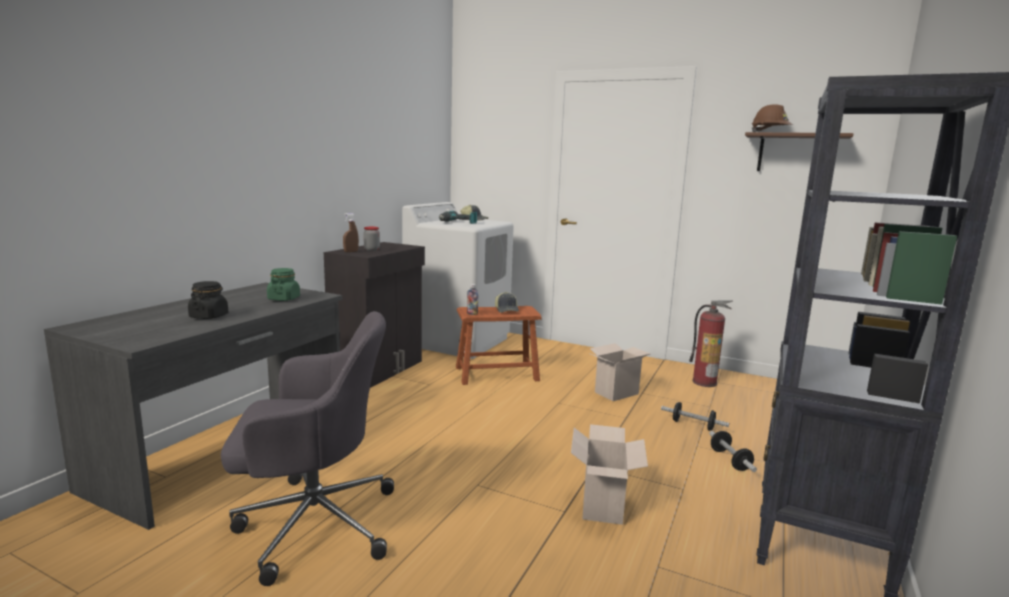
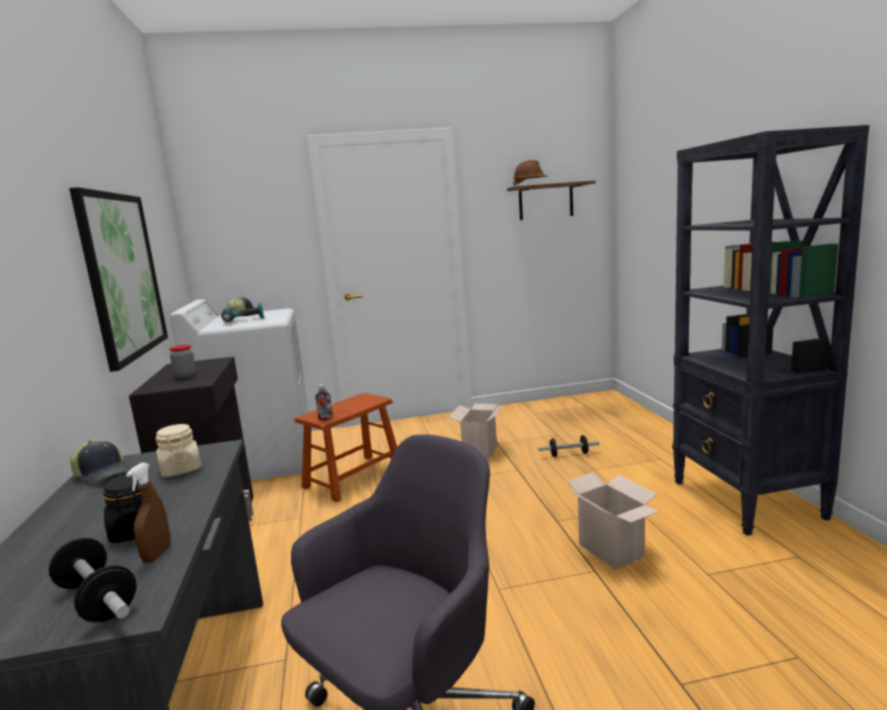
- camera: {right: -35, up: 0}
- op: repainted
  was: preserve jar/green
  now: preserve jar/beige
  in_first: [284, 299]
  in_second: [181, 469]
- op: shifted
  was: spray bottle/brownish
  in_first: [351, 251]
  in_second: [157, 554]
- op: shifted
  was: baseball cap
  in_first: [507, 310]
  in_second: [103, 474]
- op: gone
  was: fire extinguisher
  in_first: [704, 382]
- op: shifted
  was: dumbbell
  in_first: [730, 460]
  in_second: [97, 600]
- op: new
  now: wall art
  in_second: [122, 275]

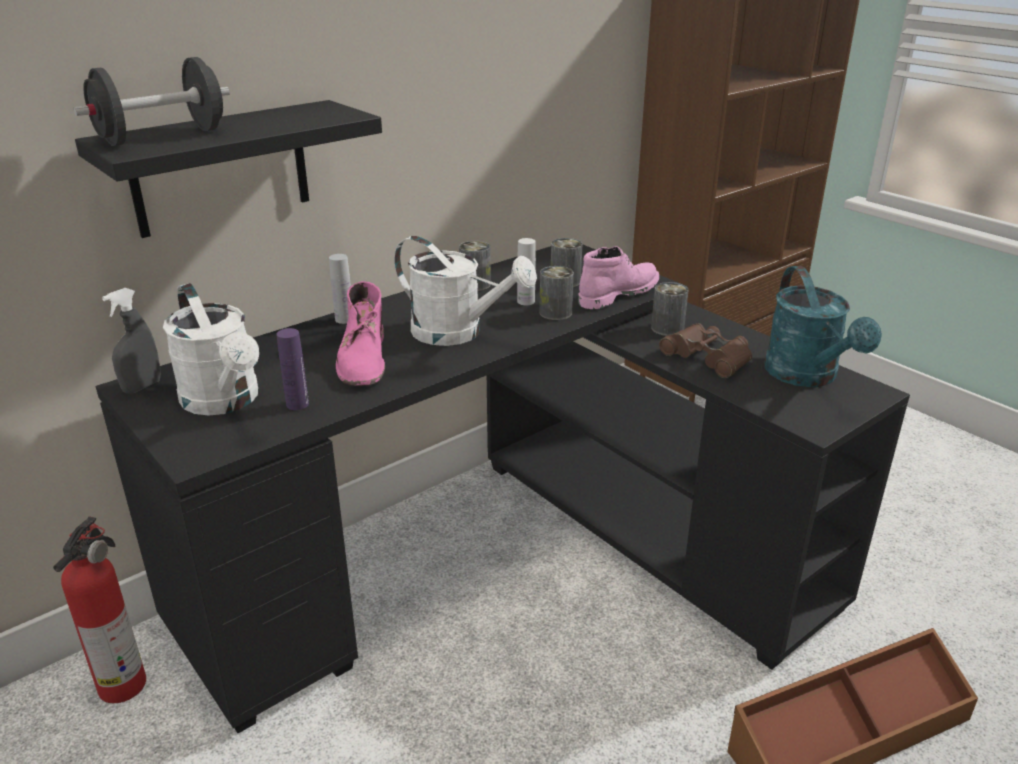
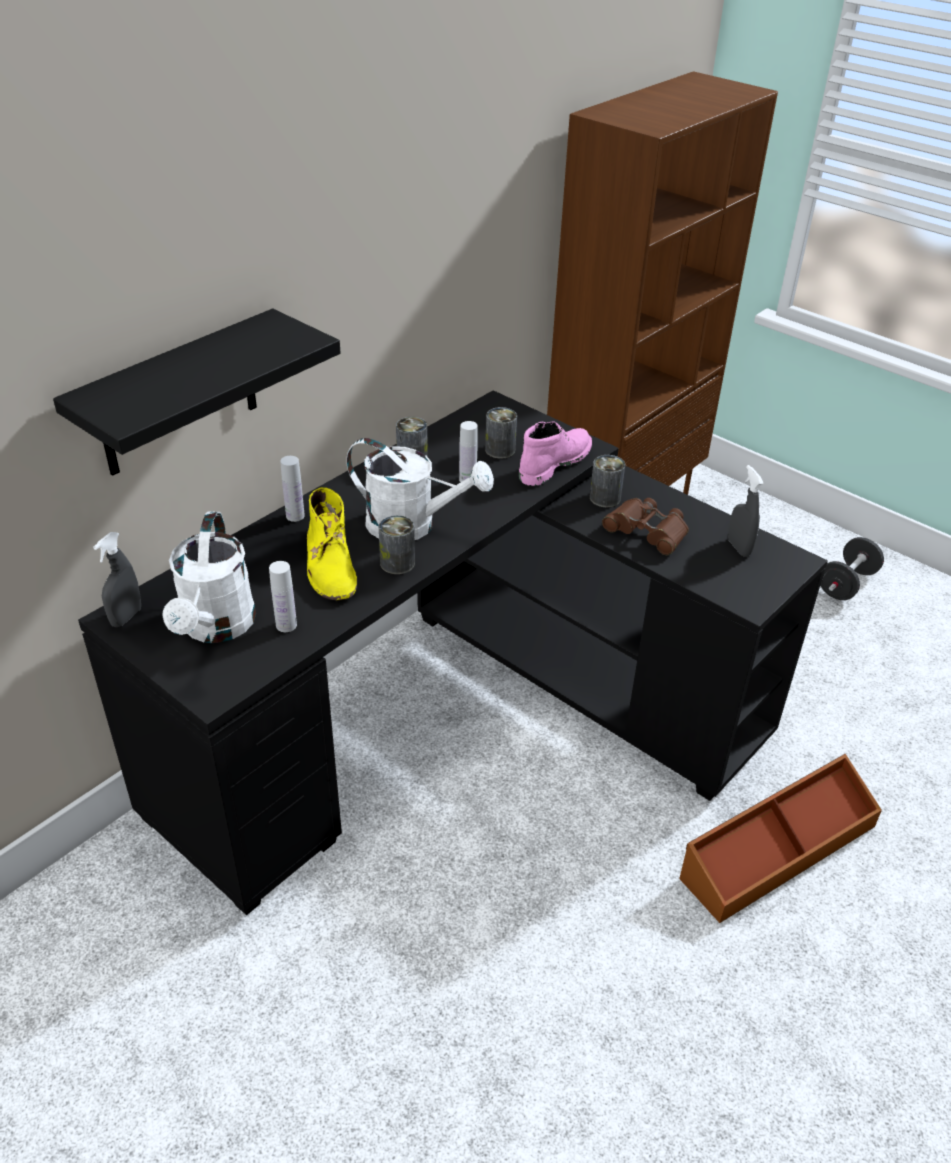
- camera: {right: -10, up: 10}
- op: gone
  was: fire extinguisher
  in_first: [124, 682]
- op: shifted
  was: dumbbell/black
  in_first: [162, 137]
  in_second: [846, 584]
- op: rotated
  was: sprinkling can/white-coloured
  in_first: [225, 402]
  in_second: [216, 628]
  clockwise: 45
- op: repainted
  was: bottle/purple
  now: bottle/white-coloured
  in_first: [297, 404]
  in_second: [286, 625]
- op: repainted
  was: boot/pink
  now: boot/yellow
  in_first: [363, 359]
  in_second: [330, 565]
- op: shifted
  was: metal can
  in_first: [555, 313]
  in_second: [397, 563]
- op: swapped
  was: sprinkling can/blue-green
  now: spray bottle/grey
  in_first: [807, 376]
  in_second: [738, 547]

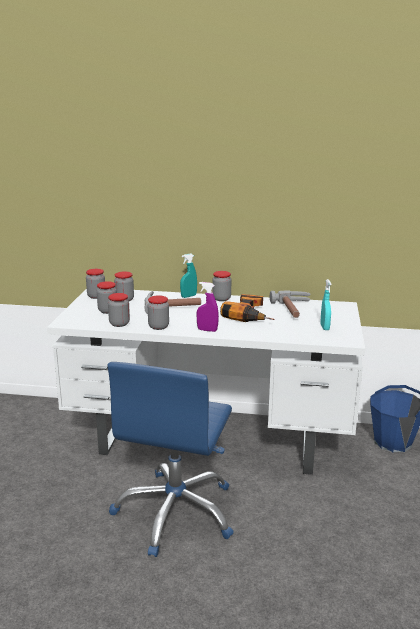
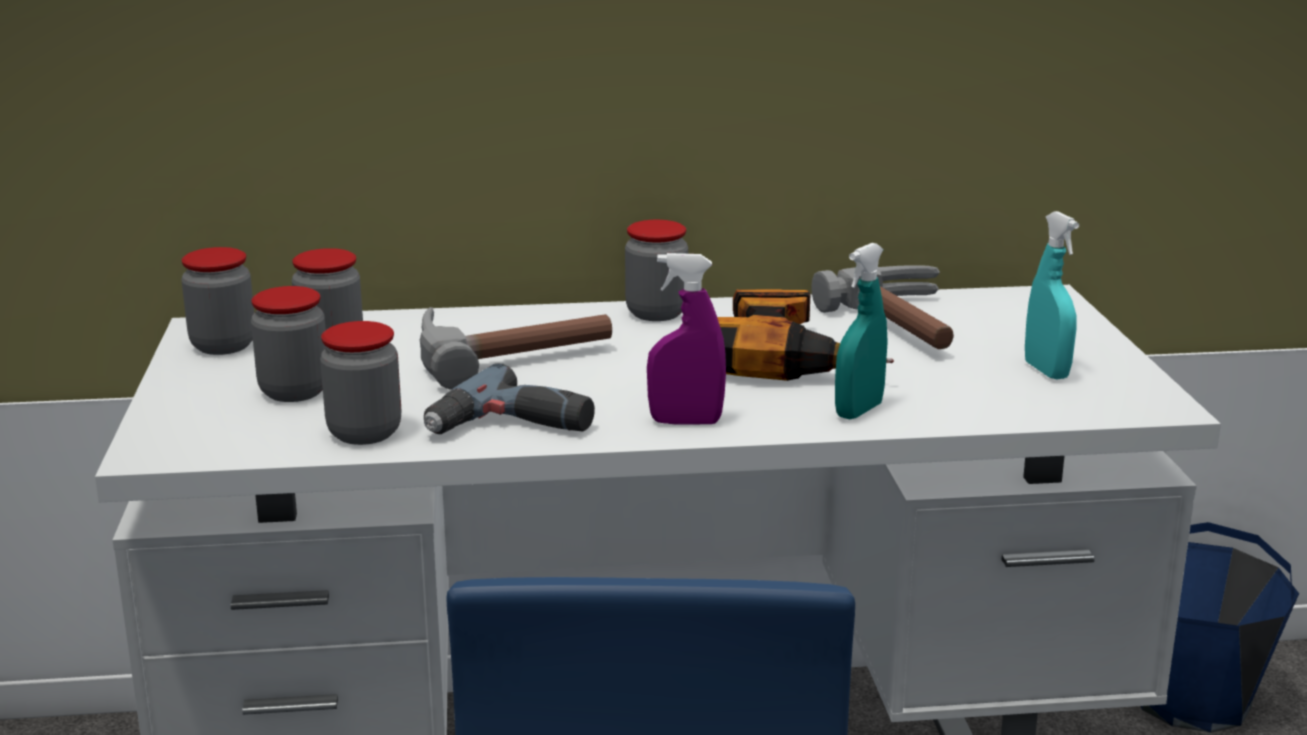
- camera: {right: -15, up: 0}
- op: swapped
  was: preserve jar
  now: drill
  in_first: [158, 326]
  in_second: [511, 428]
- op: shifted
  was: spray bottle/blue-green
  in_first: [188, 296]
  in_second: [859, 411]

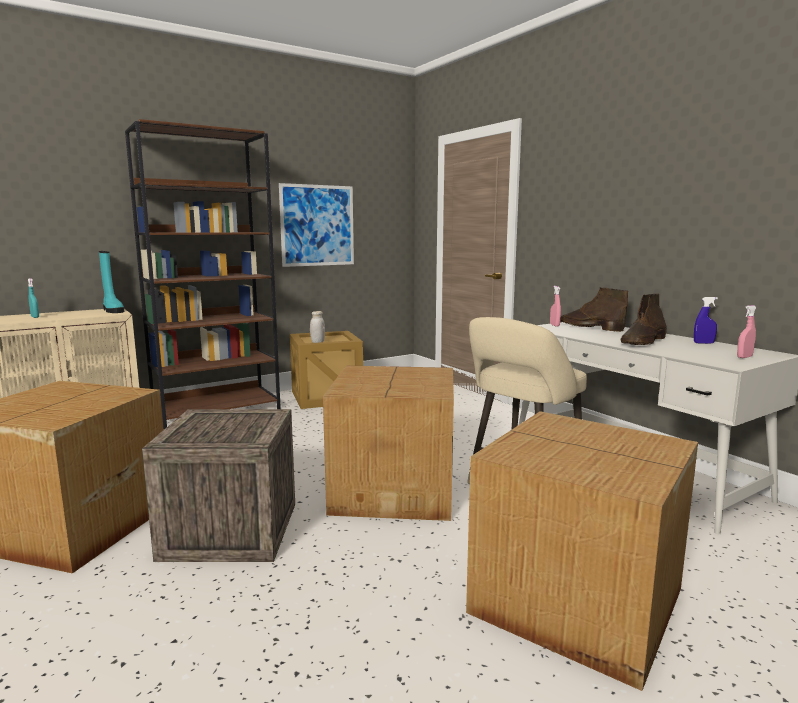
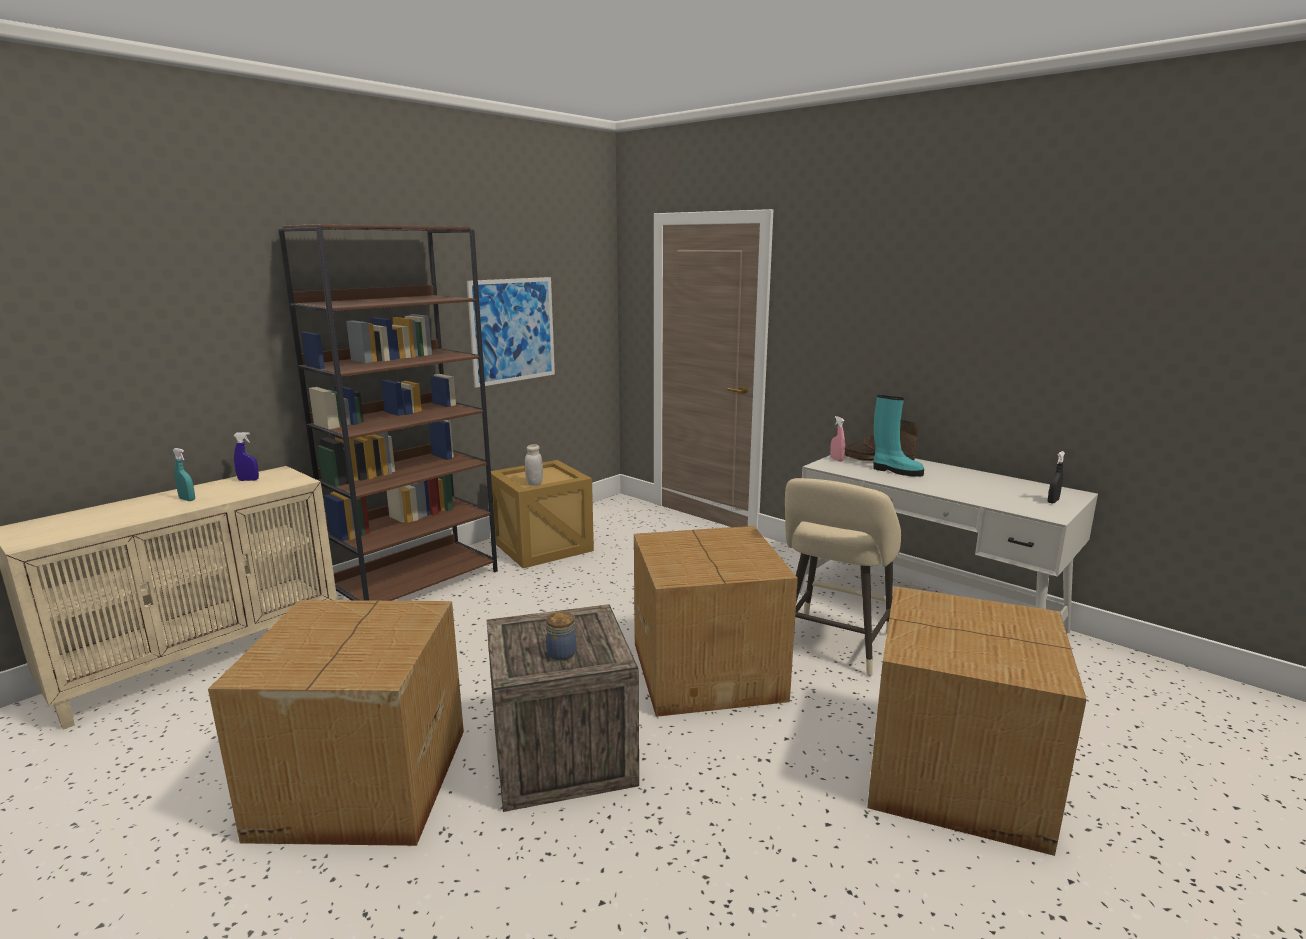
- camera: {right: -15, up: 5}
- op: shifted
  was: boot/blue-green
  in_first: [112, 310]
  in_second: [896, 471]
- op: gone
  was: boot/brownish
  in_first: [643, 342]
- op: shifted
  was: spray bottle/bluish
  in_first: [703, 343]
  in_second: [248, 480]
- op: repainted
  was: spray bottle/pink
  now: spray bottle/black
  in_first: [744, 357]
  in_second: [1053, 501]
- op: new
  now: preserve jar
  in_second: [562, 653]

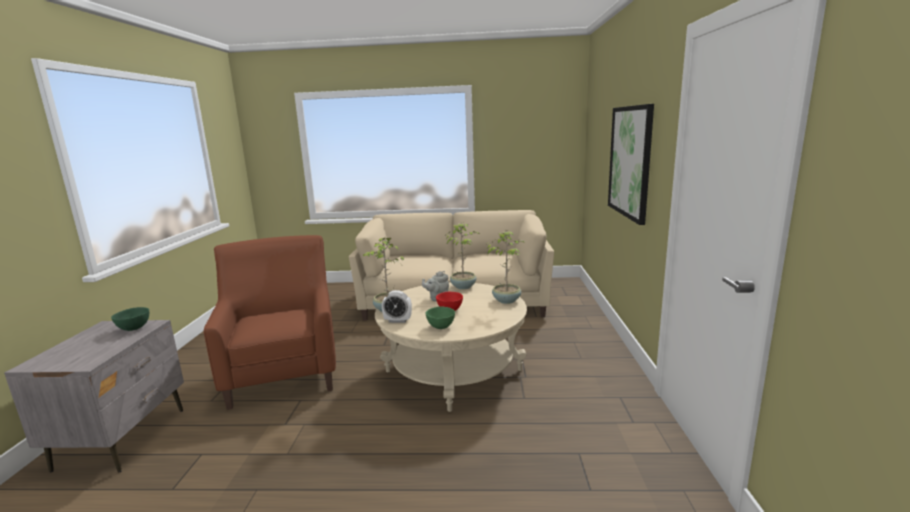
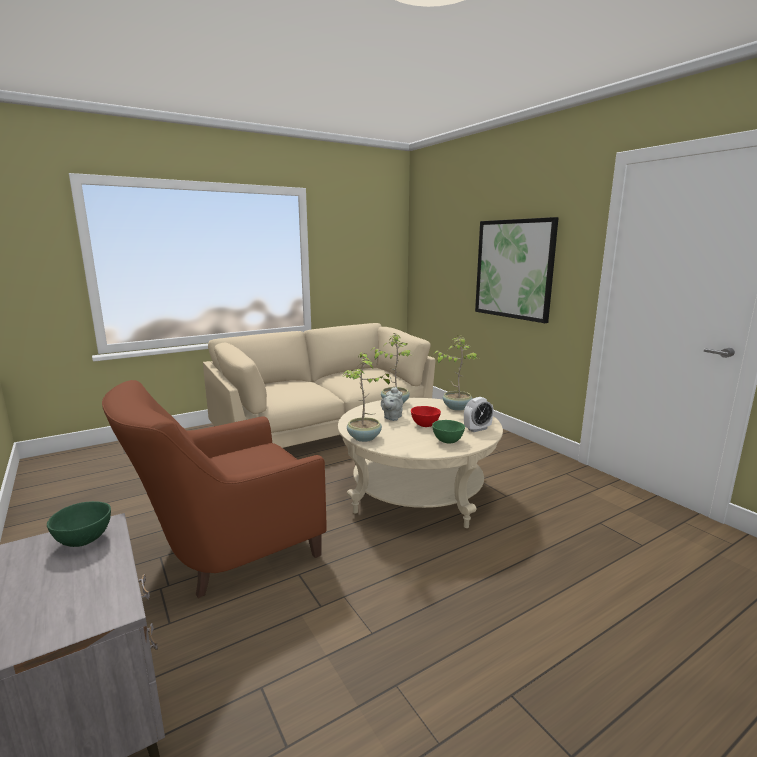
- camera: {right: -35, up: 0}
- op: rotated
  was: armchair/brownish
  in_first: [284, 370]
  in_second: [226, 551]
  clockwise: -75
- op: shifted
  was: bedside clock
  in_first: [398, 320]
  in_second: [477, 429]

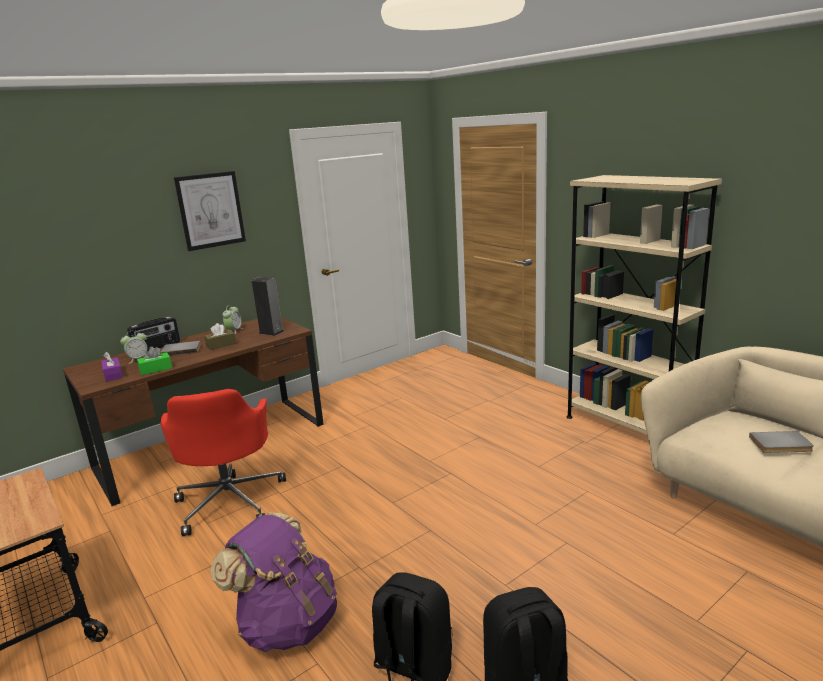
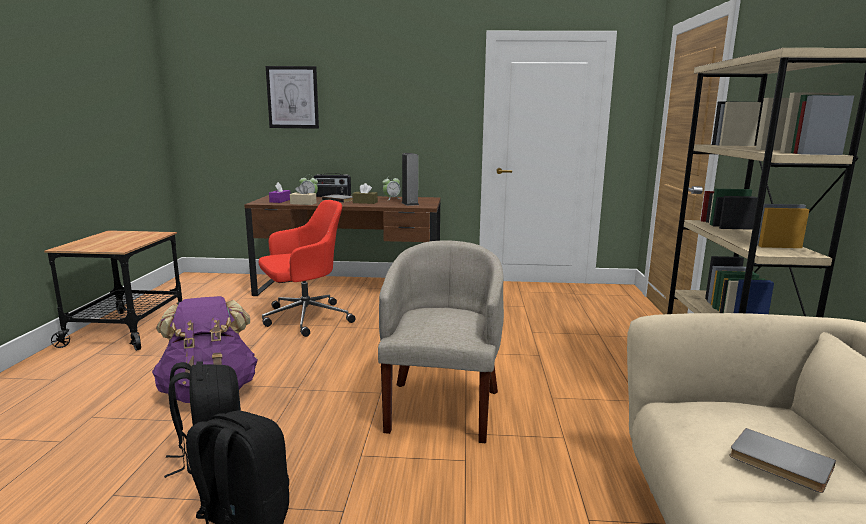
- camera: {right: 40, up: -5}
- op: repainted
  was: box of tissues/green
  now: box of tissues/beige
  in_first: [156, 369]
  in_second: [303, 203]
- op: rotated
  was: office chair/reddish
  in_first: [230, 501]
  in_second: [304, 318]
  clockwise: -150
- op: shifted
  was: wall art
  in_first: [210, 210]
  in_second: [293, 97]
- op: new
  now: armchair/beige
  in_second: [442, 407]

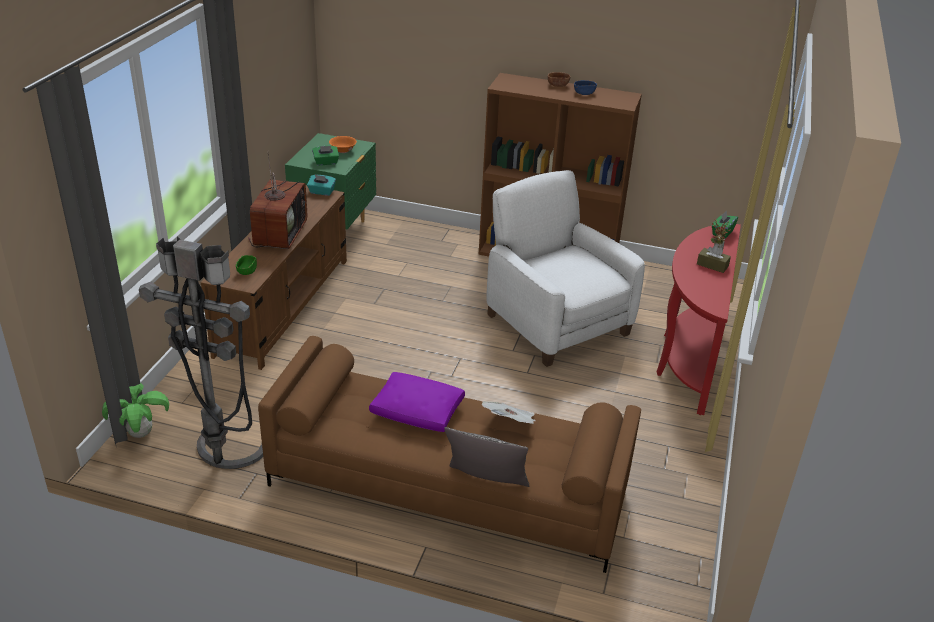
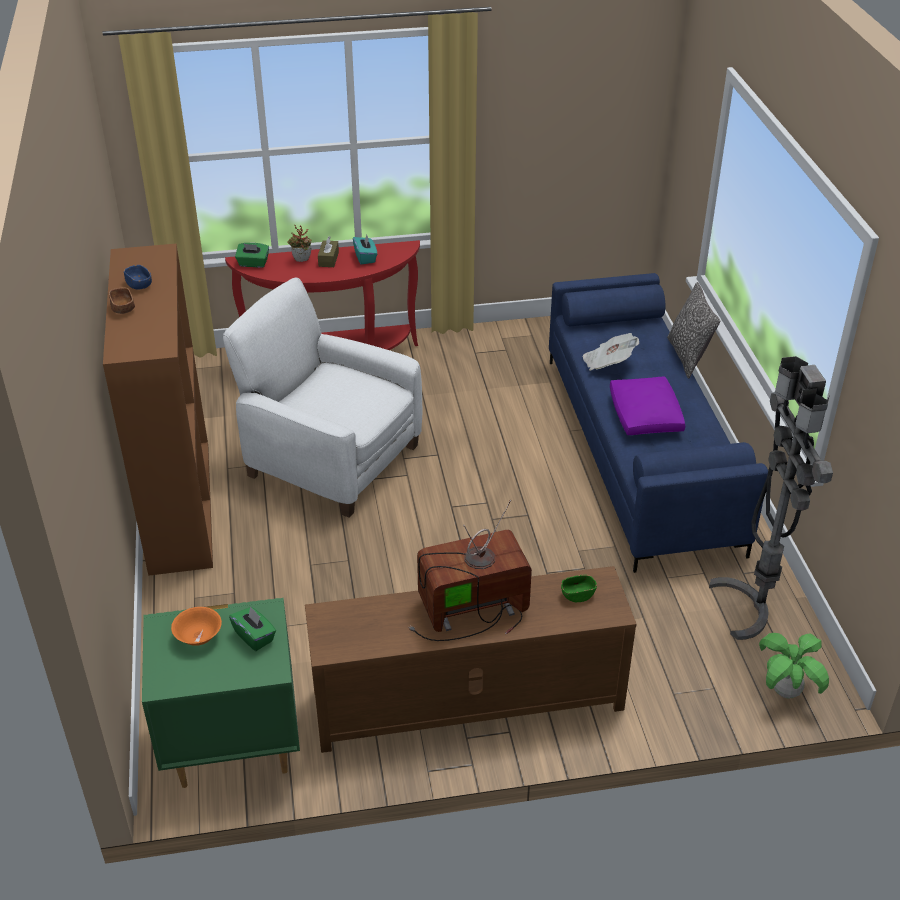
- camera: {right: -115, up: 5}
- op: repainted
  was: settee/brownish
  now: settee/bluish
  in_first: [446, 488]
  in_second: [641, 452]
- op: shifted
  was: box of tissues/blue-green
  in_first: [321, 192]
  in_second: [365, 257]
- op: rotated
  was: armchair/white-coloured
  in_first: [556, 323]
  in_second: [331, 459]
  clockwise: 90

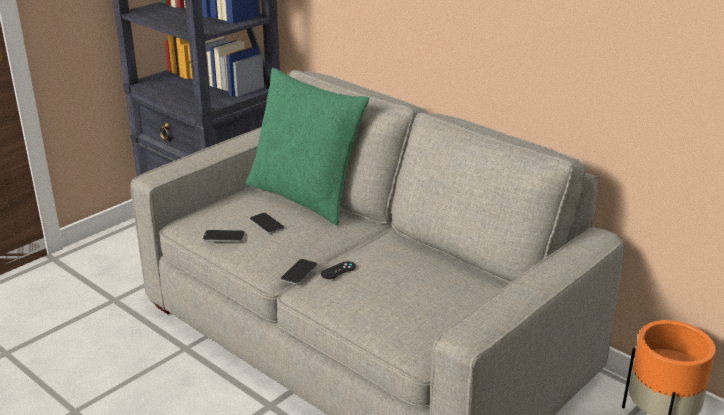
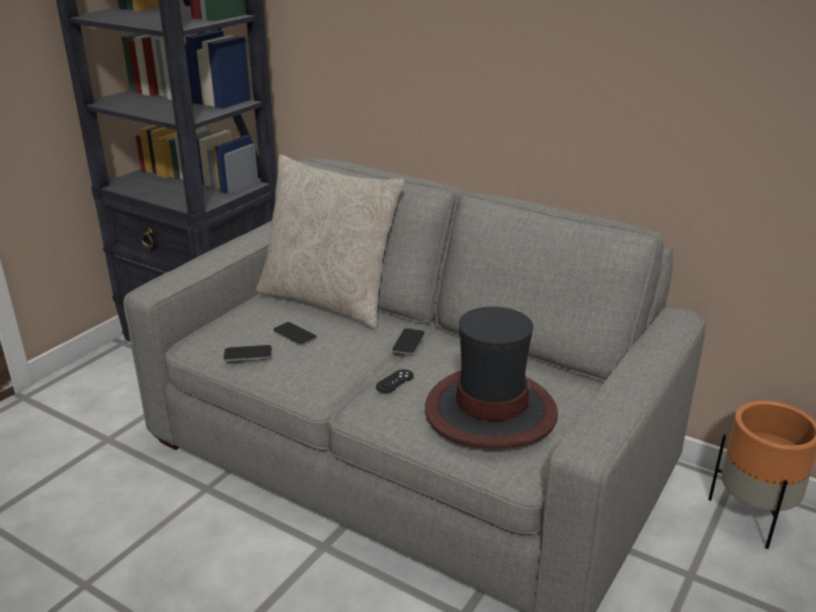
- camera: {right: -10, up: 0}
- op: repainted
  was: throw pillow/green
  now: throw pillow/beige
  in_first: [305, 197]
  in_second: [329, 300]
- op: shifted
  was: telephone
  in_first: [299, 272]
  in_second: [408, 342]
- op: new
  now: clothing hat
  in_second: [490, 411]

